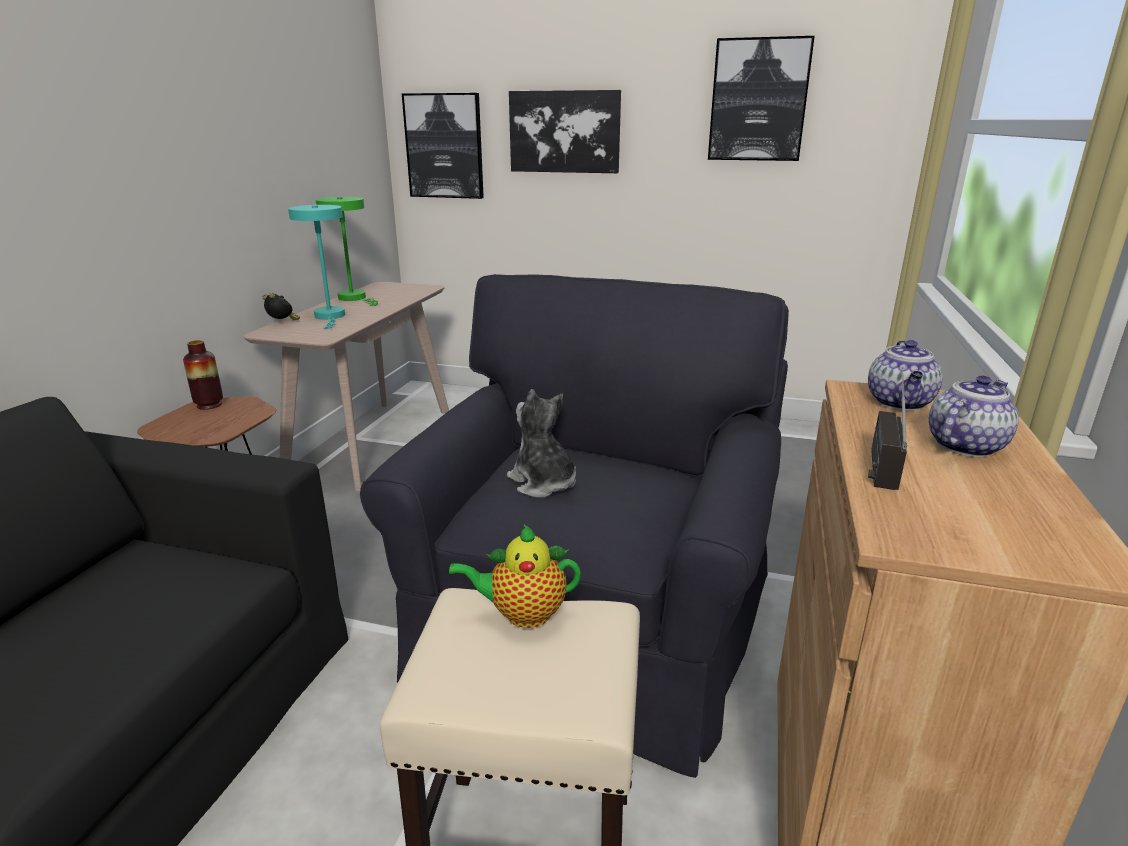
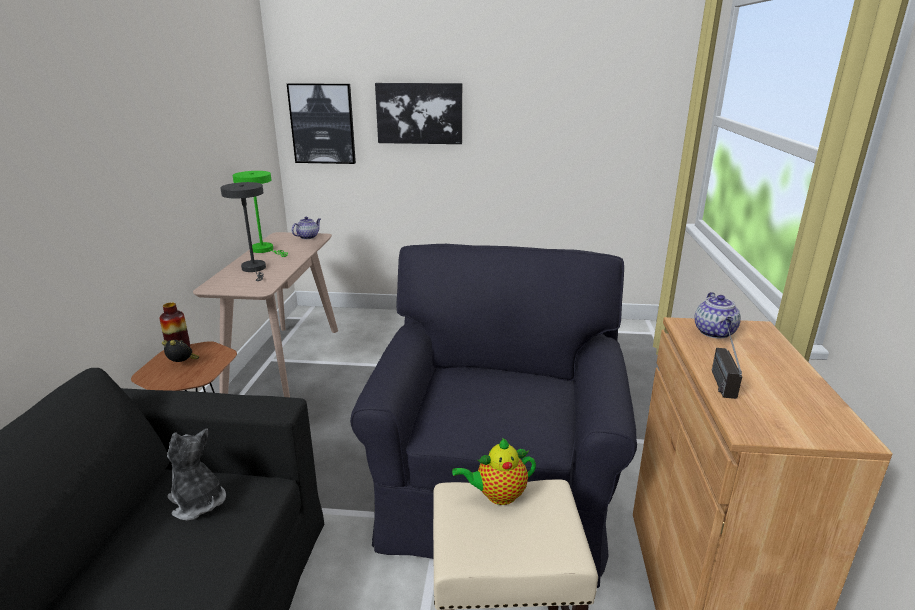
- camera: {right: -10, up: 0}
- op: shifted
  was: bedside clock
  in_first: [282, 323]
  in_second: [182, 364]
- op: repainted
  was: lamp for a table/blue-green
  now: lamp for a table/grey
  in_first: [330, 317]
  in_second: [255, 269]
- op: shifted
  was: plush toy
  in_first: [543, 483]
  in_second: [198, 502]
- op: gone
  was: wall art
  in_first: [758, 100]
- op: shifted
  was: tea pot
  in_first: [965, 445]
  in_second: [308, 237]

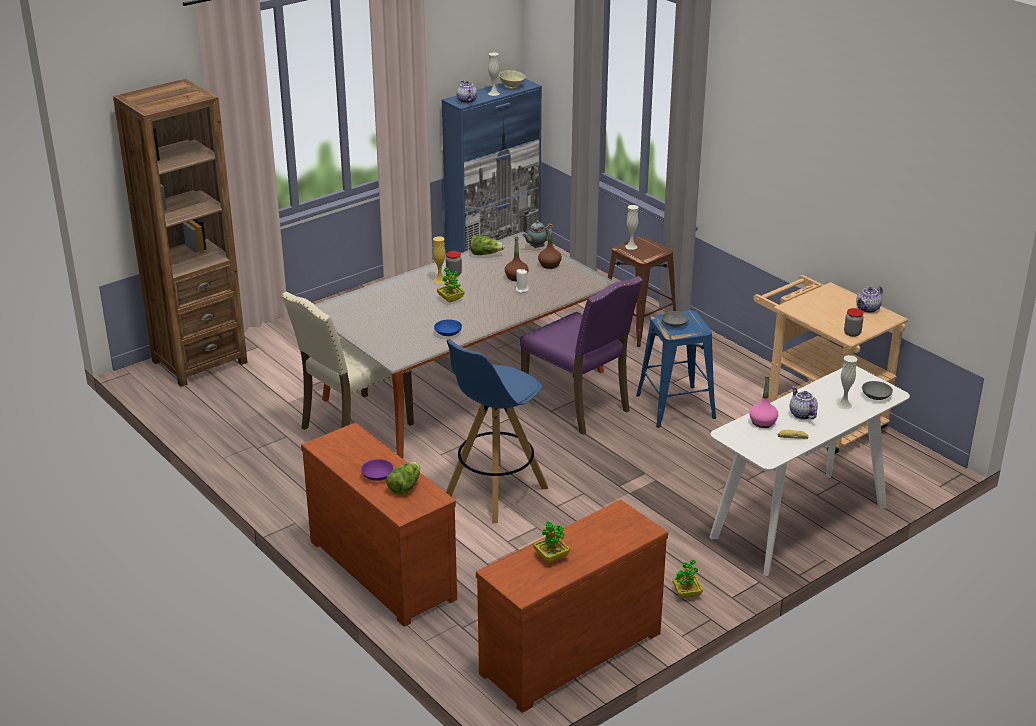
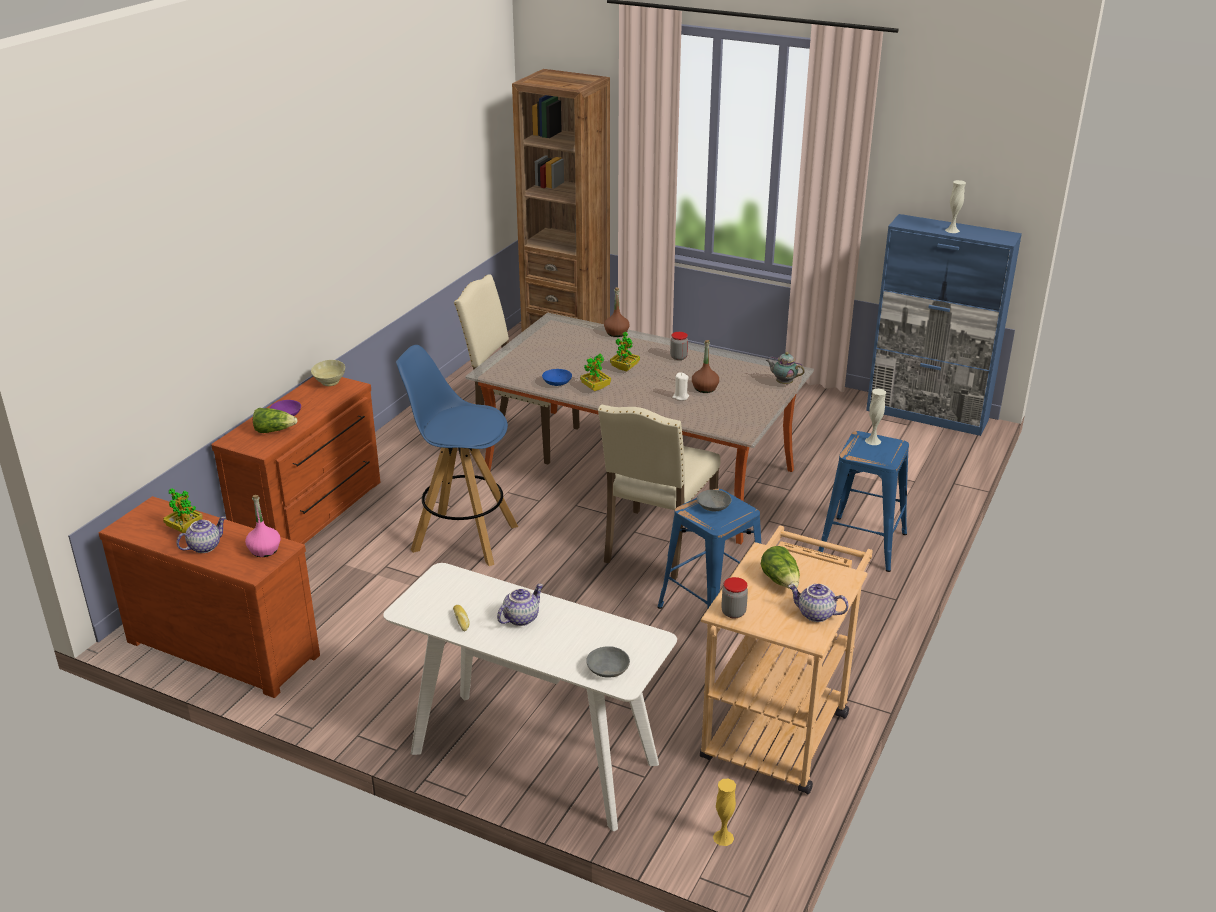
- camera: {right: 65, up: 0}
- op: shifted
  was: vase/yellow
  in_first: [440, 280]
  in_second: [723, 837]
- op: shifted
  was: tea pot
  in_first: [466, 100]
  in_second: [204, 546]
- op: shifted
  was: lettuce
  in_first: [485, 254]
  in_second: [781, 581]
- op: shifted
  was: deep dish/beige
  in_first: [512, 87]
  in_second: [329, 383]
- op: repainted
  was: plain chair/purple
  now: plain chair/beige
  in_first: [578, 406]
  in_second: [656, 546]
- op: shifted
  was: bottle/brownish
  in_first: [549, 264]
  in_second: [616, 333]
- op: repainted
  was: stool seat/brownish
  now: stool seat/bluish
  in_first: [639, 326]
  in_second: [863, 543]
- op: shifted
  was: plant in a pot
  in_first: [687, 594]
  in_second: [595, 387]
- op: shifted
  was: bottle/pink
  in_first: [762, 422]
  in_second: [264, 550]
- op: gone
  was: vase/white-coloured
  in_first: [844, 405]

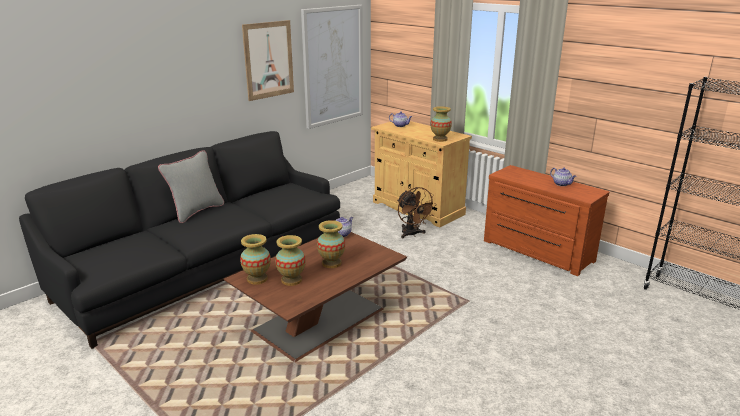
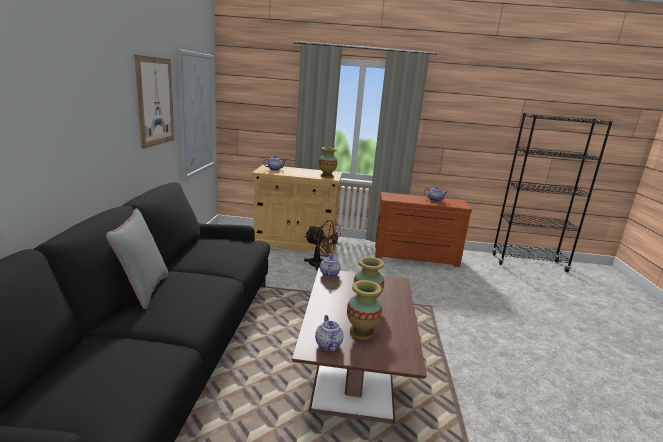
- camera: {right: -40, up: -5}
- op: swapped
  was: vase
  now: tea pot
  in_first: [257, 279]
  in_second: [328, 344]

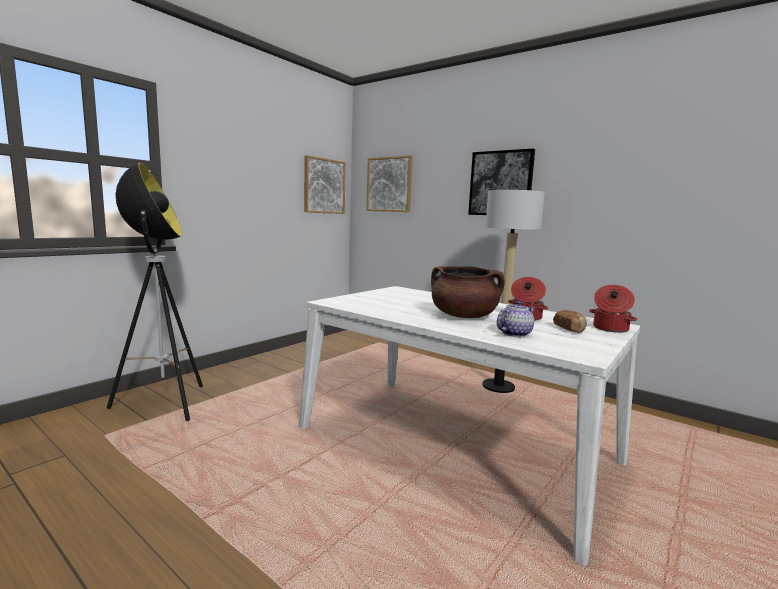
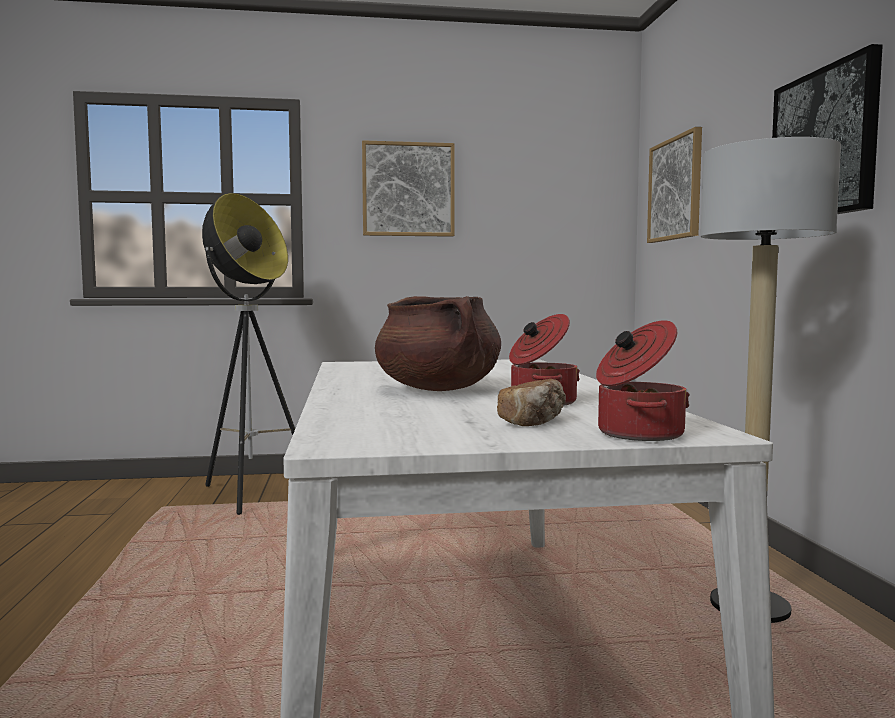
- camera: {right: 45, up: -5}
- op: shifted
  was: wall art
  in_first: [324, 186]
  in_second: [408, 189]
- op: gone
  was: tea pot
  in_first: [514, 333]

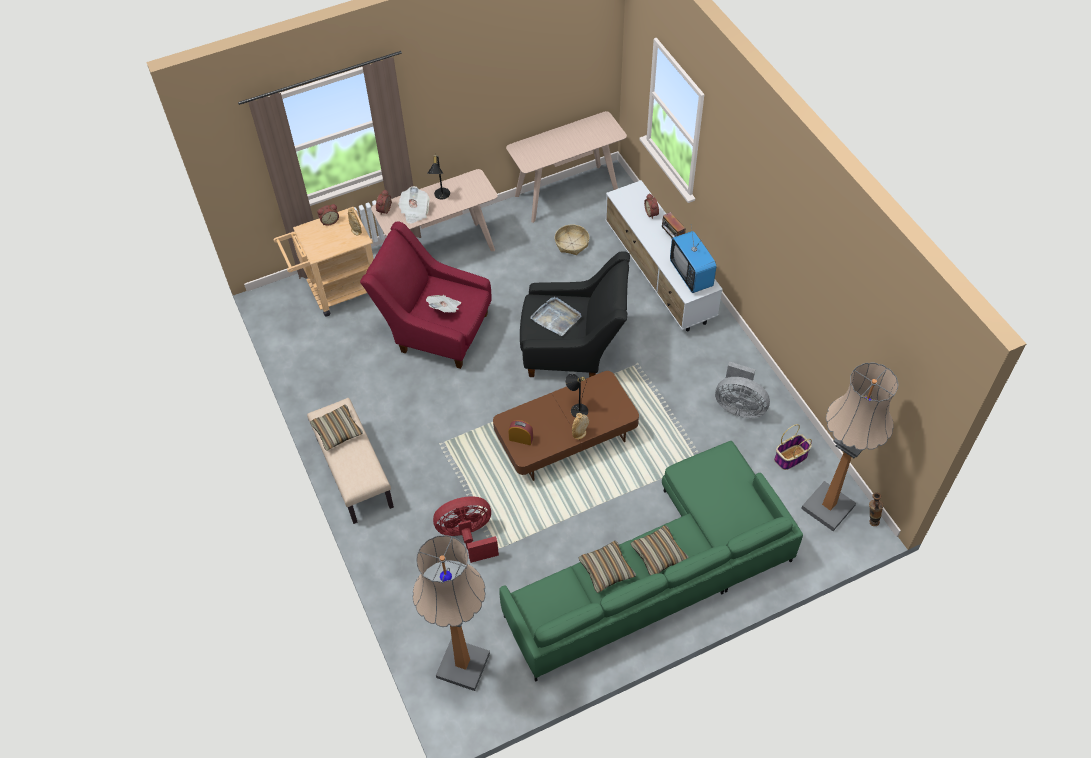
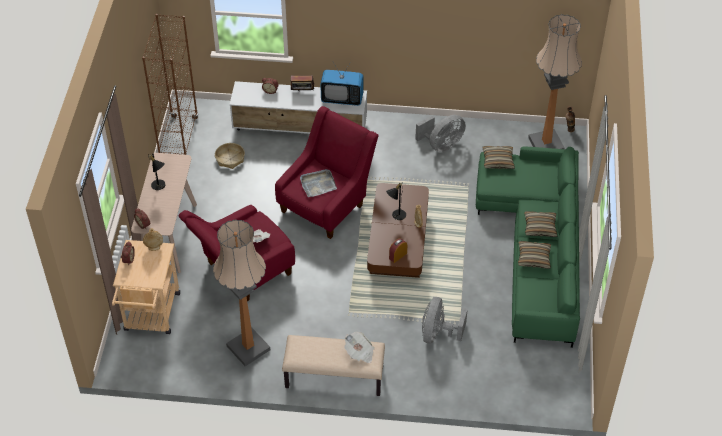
- camera: {right: -60, up: -5}
- op: shifted
  was: throw pillow
  in_first: [337, 431]
  in_second: [498, 161]
- op: shifted
  was: newspaper
  in_first: [414, 211]
  in_second: [359, 353]
- op: shifted
  was: standard lamp
  in_first: [463, 665]
  in_second: [248, 348]
- op: repainted
  was: electric fan/reddish
  now: electric fan/grey
  in_first: [468, 536]
  in_second: [438, 333]
- op: swapped
  was: console table/beige
  now: bookcase/brownish
  in_first: [566, 193]
  in_second: [179, 139]
- op: repainted
  was: armchair/black
  now: armchair/reddish
  in_first: [573, 349]
  in_second: [326, 204]
- op: gone
  was: household basket
  in_first: [790, 458]

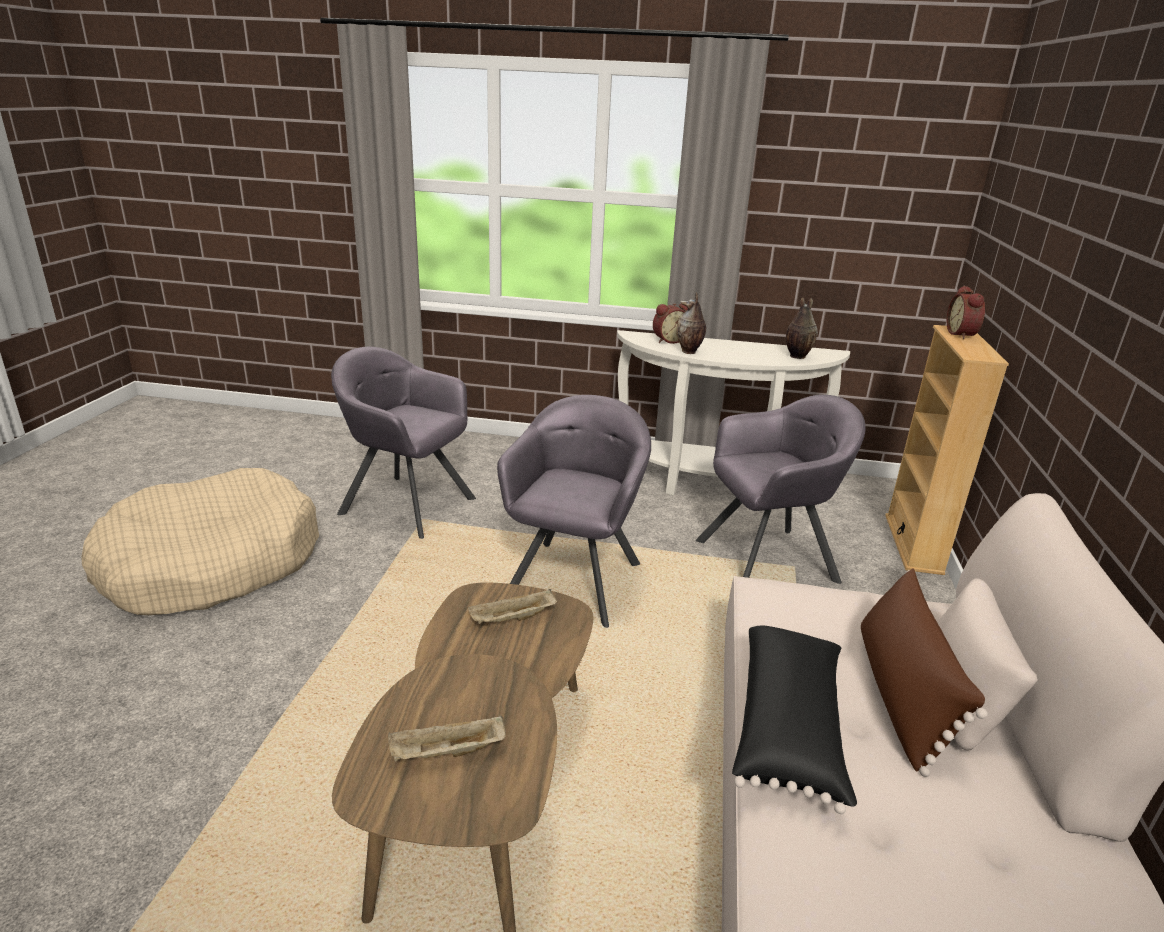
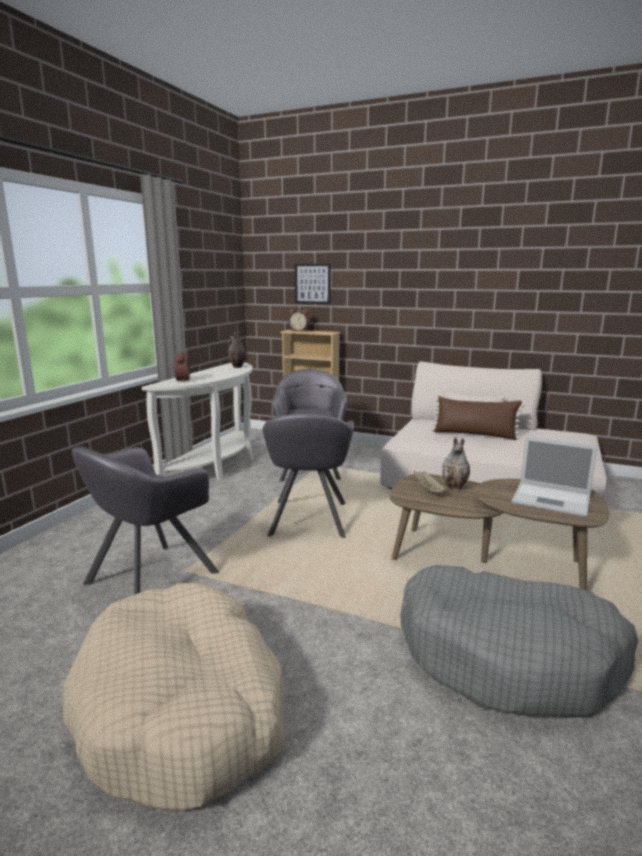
- camera: {right: -75, up: -10}
- op: swapped
  was: carrying tray/beige
  now: notebook computer
  in_first: [446, 753]
  in_second: [553, 500]
- op: rotated
  was: armchair/grey
  in_first: [574, 582]
  in_second: [308, 520]
  clockwise: -120
- op: shifted
  was: vase
  in_first: [689, 352]
  in_second: [455, 488]
- op: gone
  was: throw pillow/black
  in_first: [789, 728]
- op: new
  now: wall art
  in_second: [312, 283]
- op: new
  now: dog cushion/grey
  in_second: [508, 656]

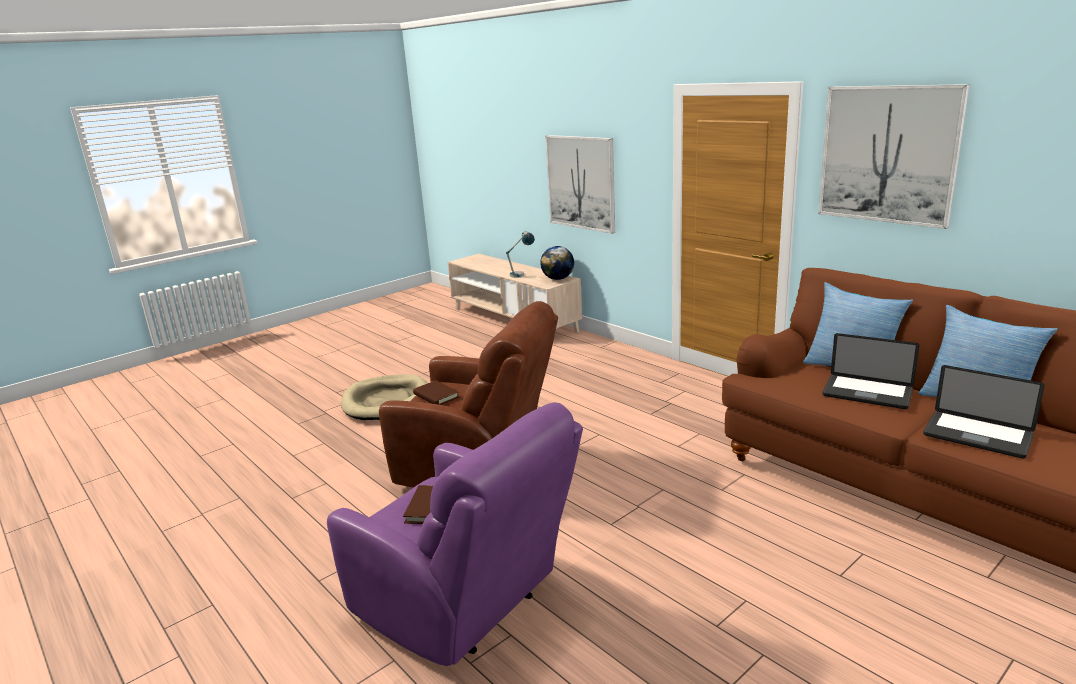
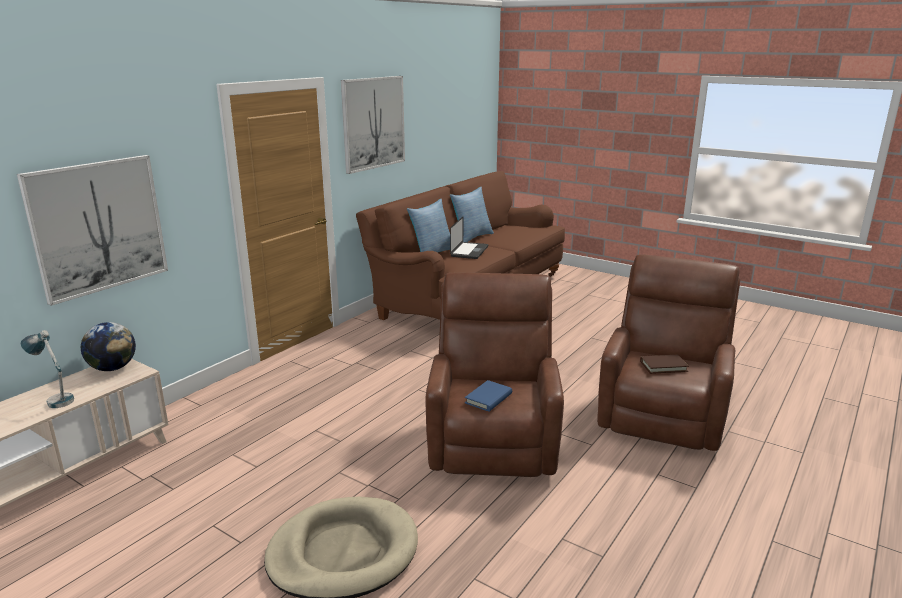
- camera: {right: -105, up: 0}
- op: repainted
  was: armchair/purple
  now: armchair/brownish
  in_first: [466, 605]
  in_second: [662, 415]
- op: repainted
  was: bound book/brownish
  now: bound book/bluish
  in_first: [436, 396]
  in_second: [488, 398]
- op: gone
  was: notebook computer
  in_first: [977, 436]

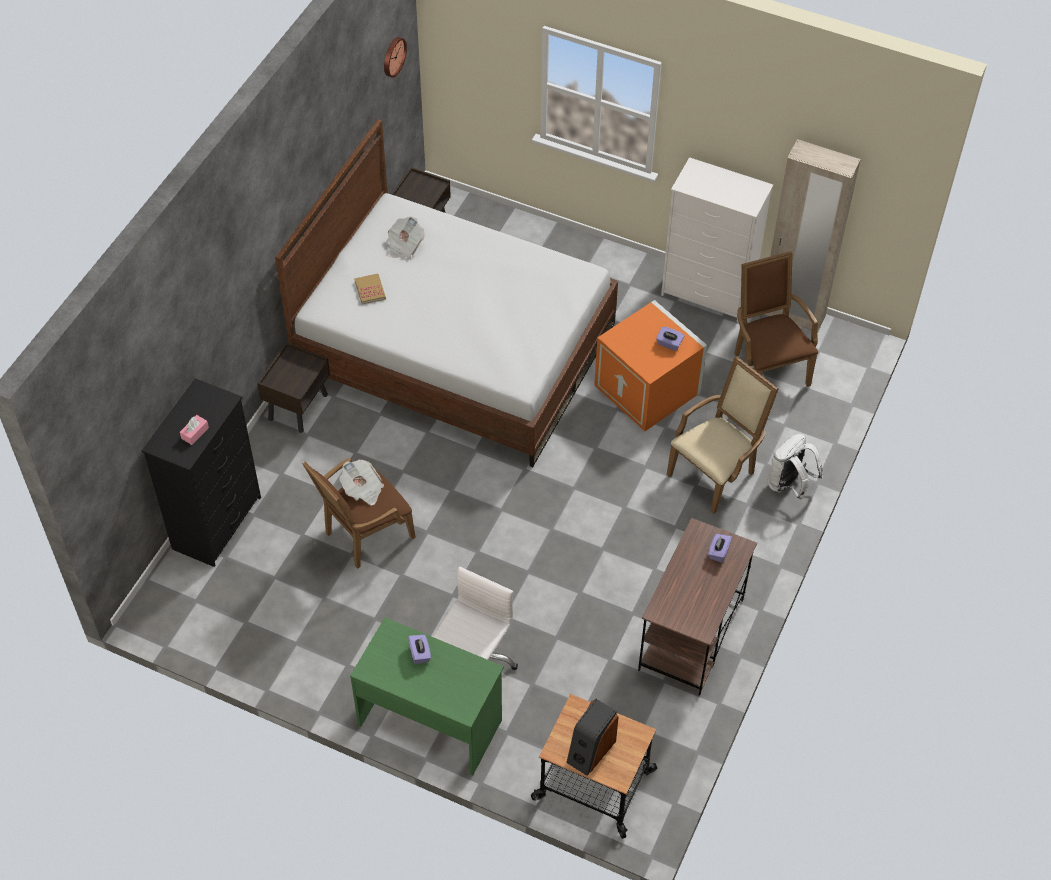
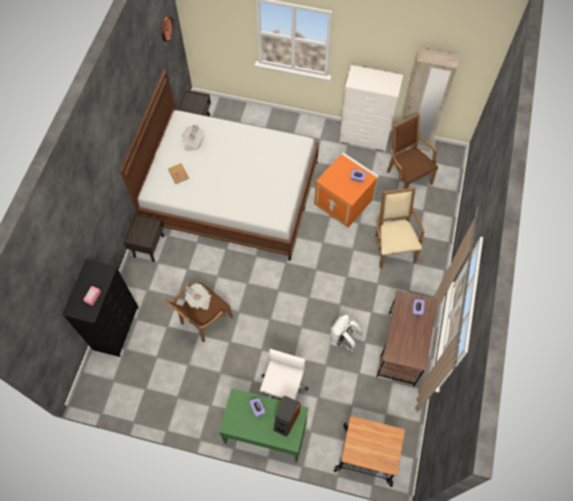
- camera: {right: -10, up: 10}
- op: shifted
  was: audio speaker
  in_first: [590, 750]
  in_second: [286, 420]
- op: rotated
  was: armchair/beige
  in_first: [716, 472]
  in_second: [393, 246]
  clockwise: -45
- op: shifted
  was: backpack/white-coloured
  in_first: [789, 485]
  in_second: [343, 339]

